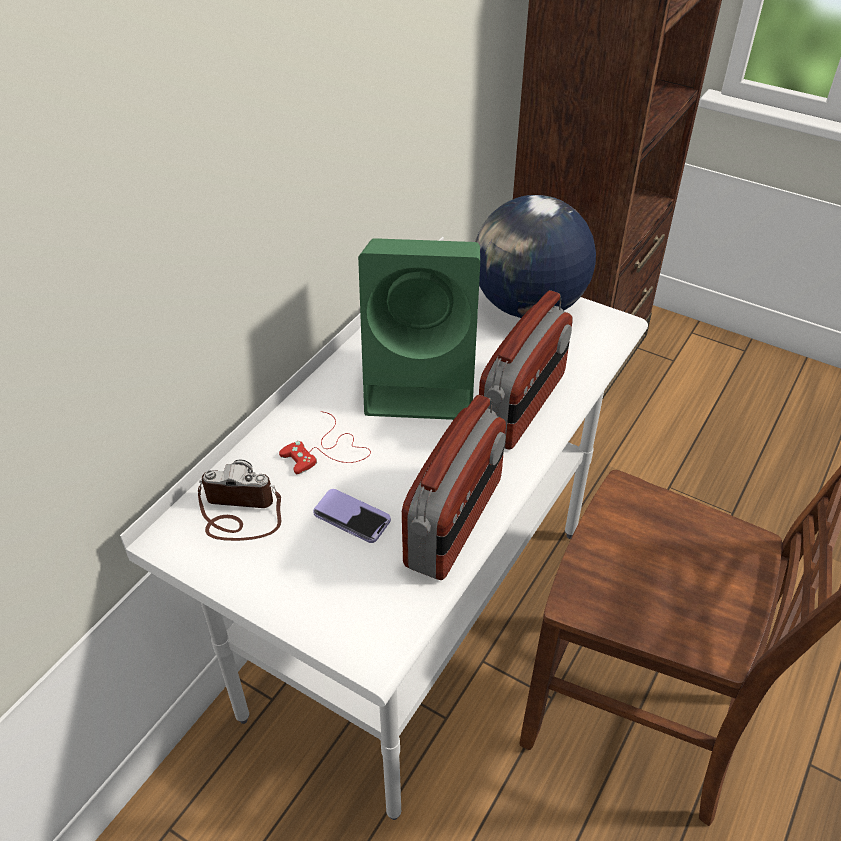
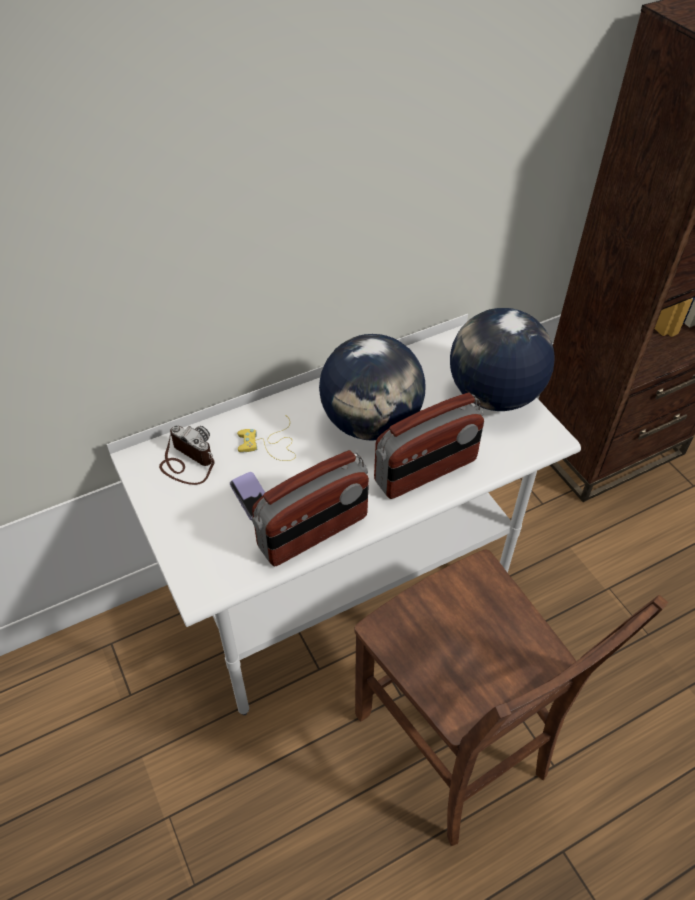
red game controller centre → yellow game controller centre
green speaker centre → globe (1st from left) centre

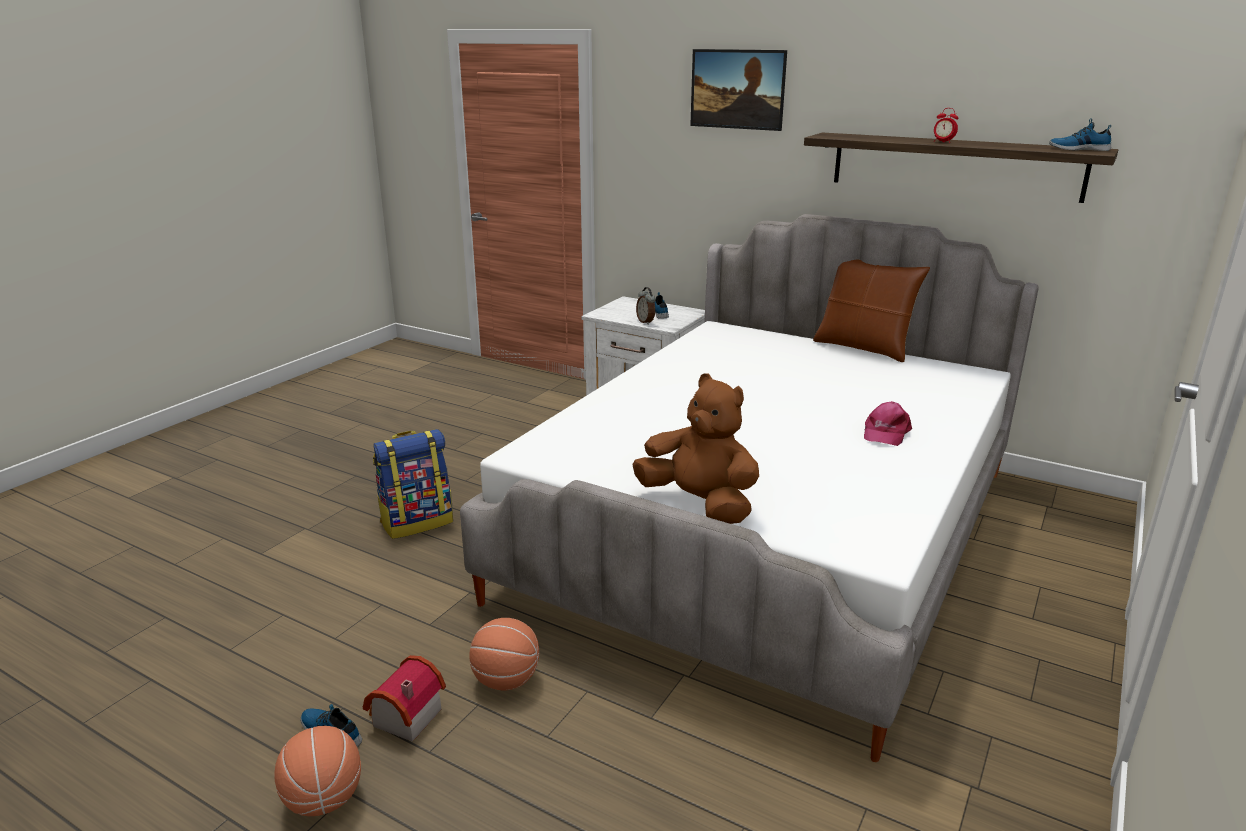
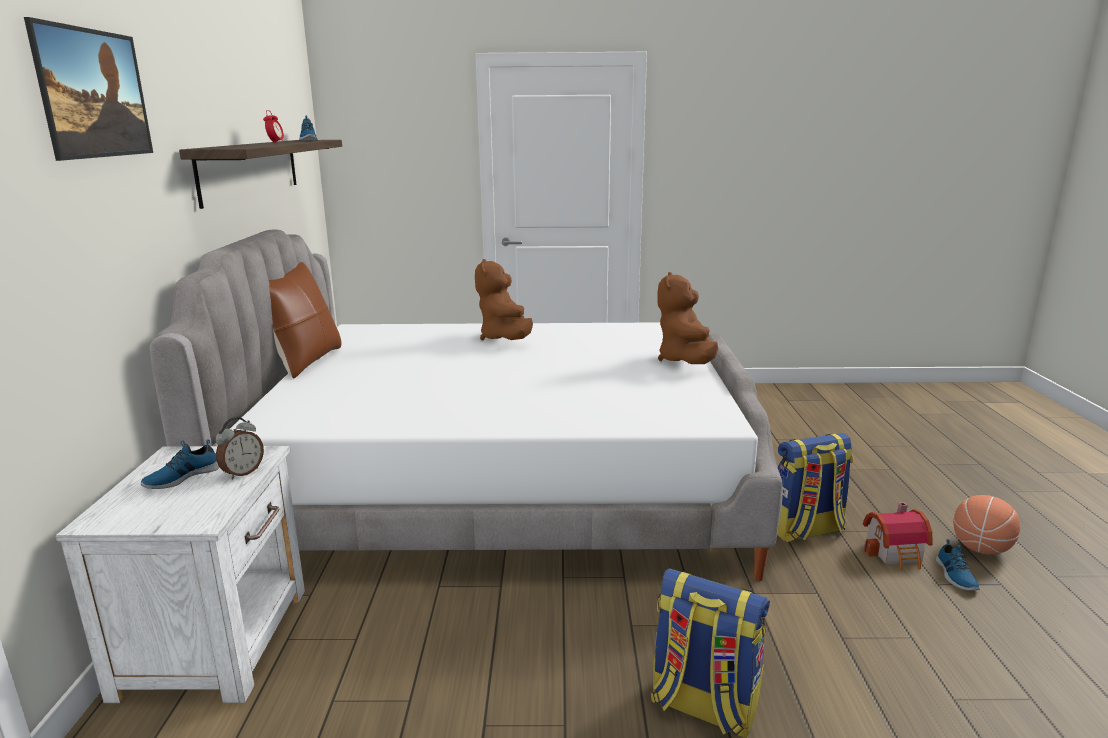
pink cap middle right → brown plush toy (1st from left) centre
basketball (2nd from left) bottom centre → backpack (2nd from left) middle right

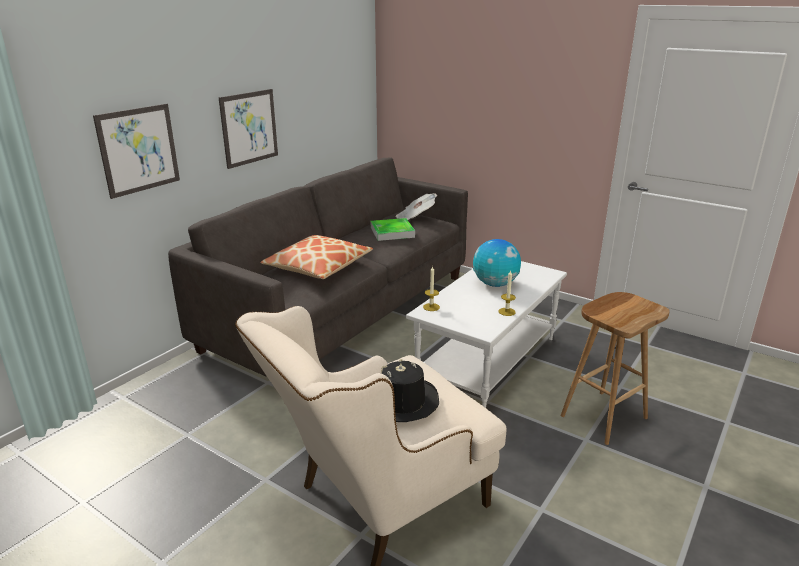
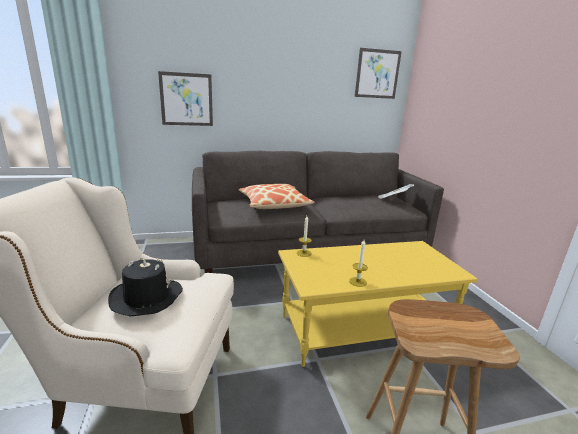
white coffee table centre → yellow coffee table bottom centre
picture (2nd from left) top left → picture (2nd from left) top centre, moved
tray centre → -
globe centre → -

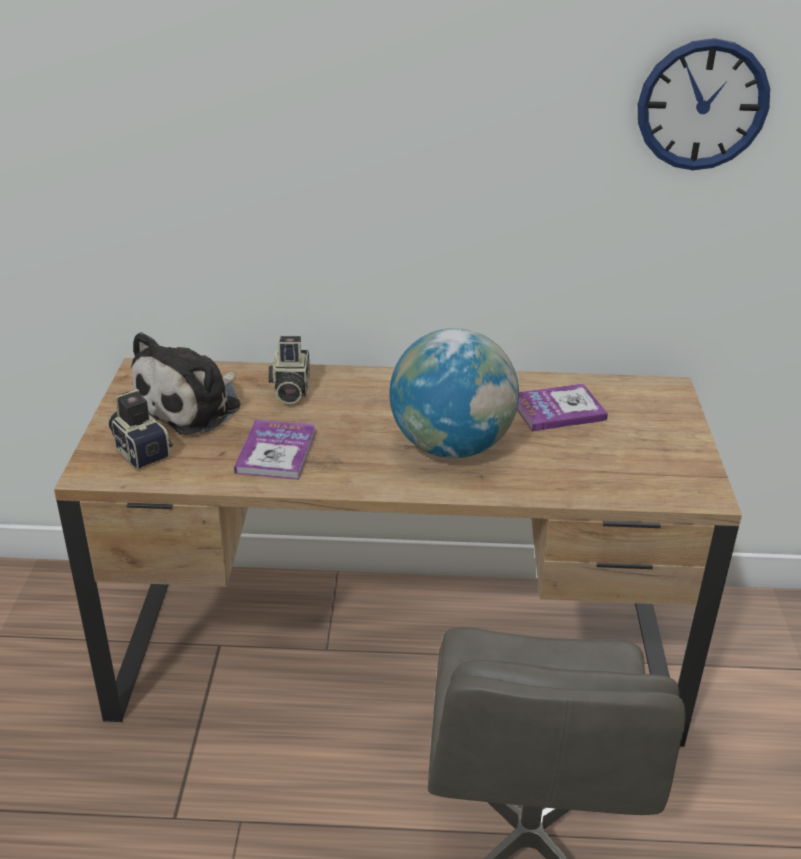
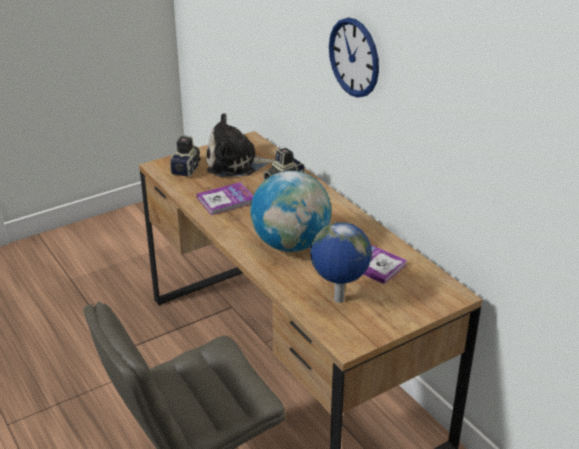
- → globe (2nd from left) centre
wall clock top right → wall clock top centre, moved

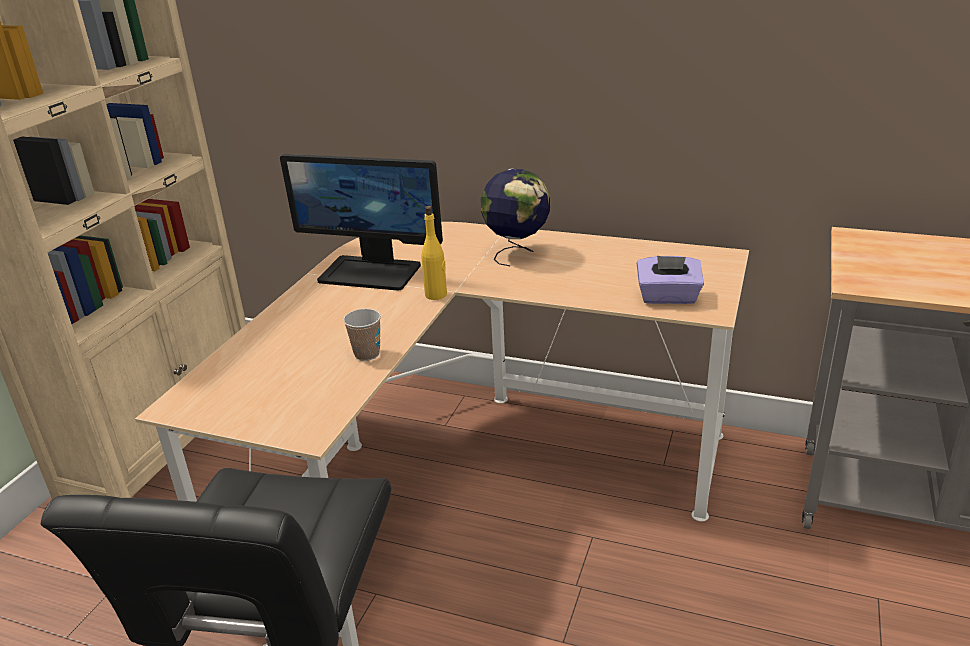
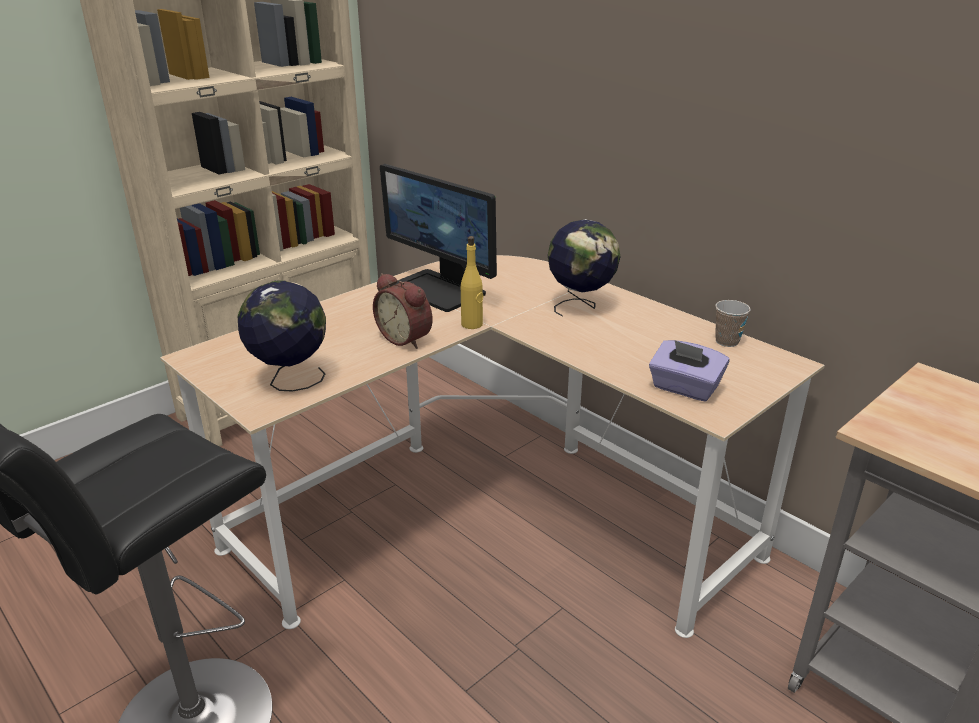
- → globe (1st from left) middle left
- → alarm clock centre
cup centre → cup middle right, moved

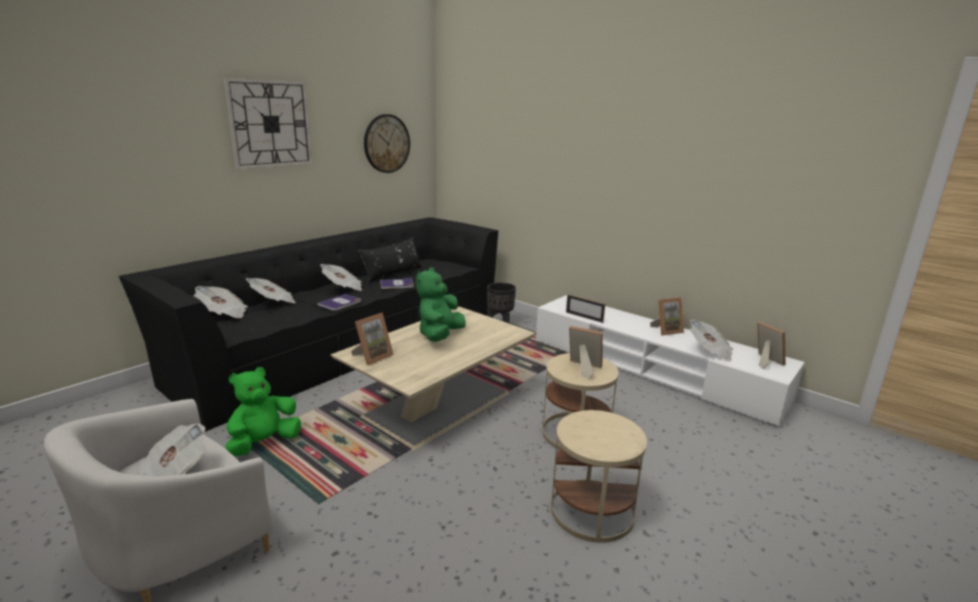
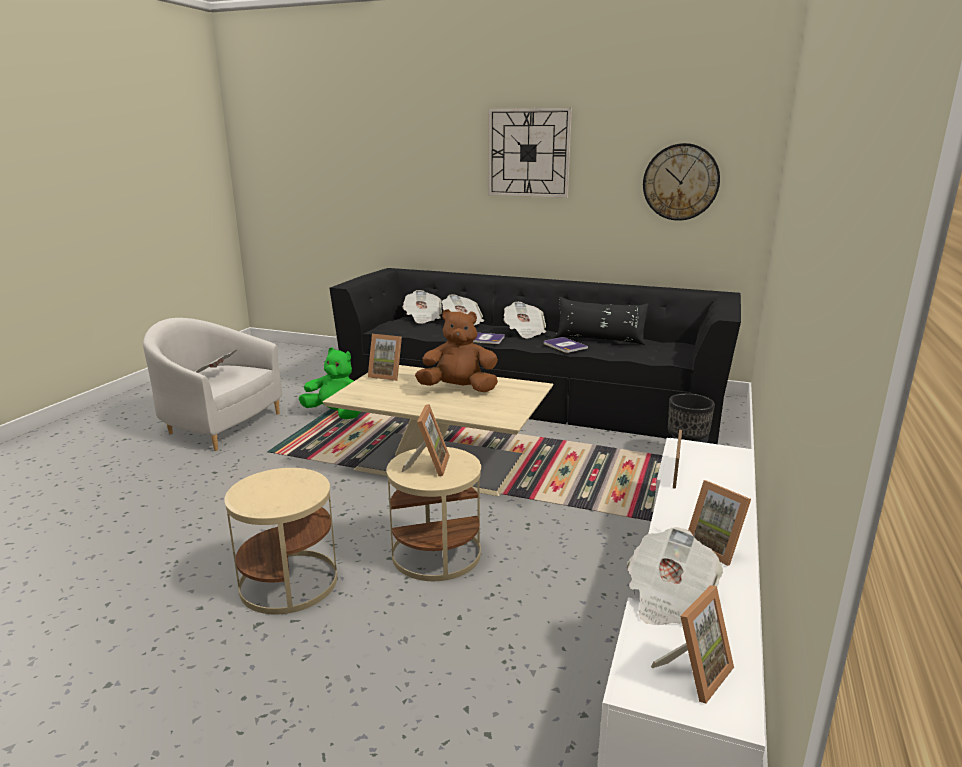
green plush toy (2nd from left) centre → brown plush toy centre

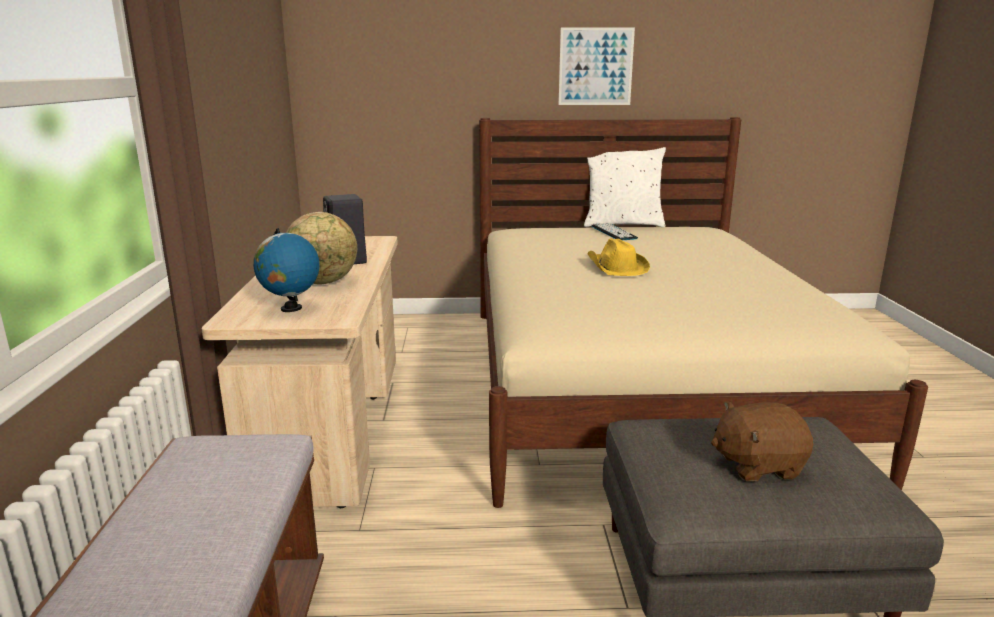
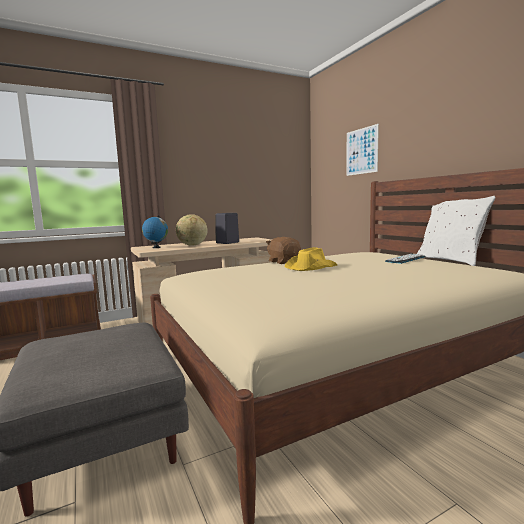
brown plush toy bottom right → brown plush toy centre, moved
picture top centre → picture top right, moved

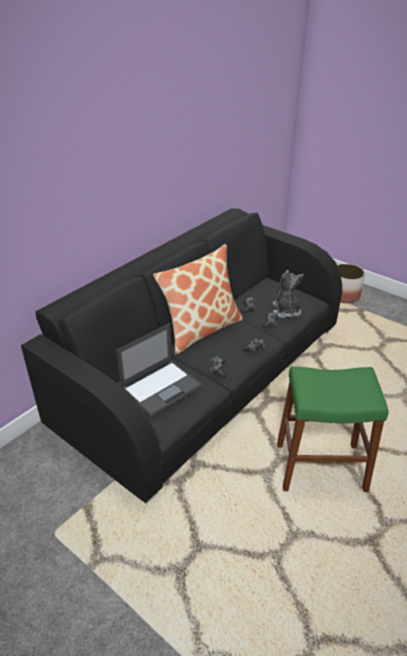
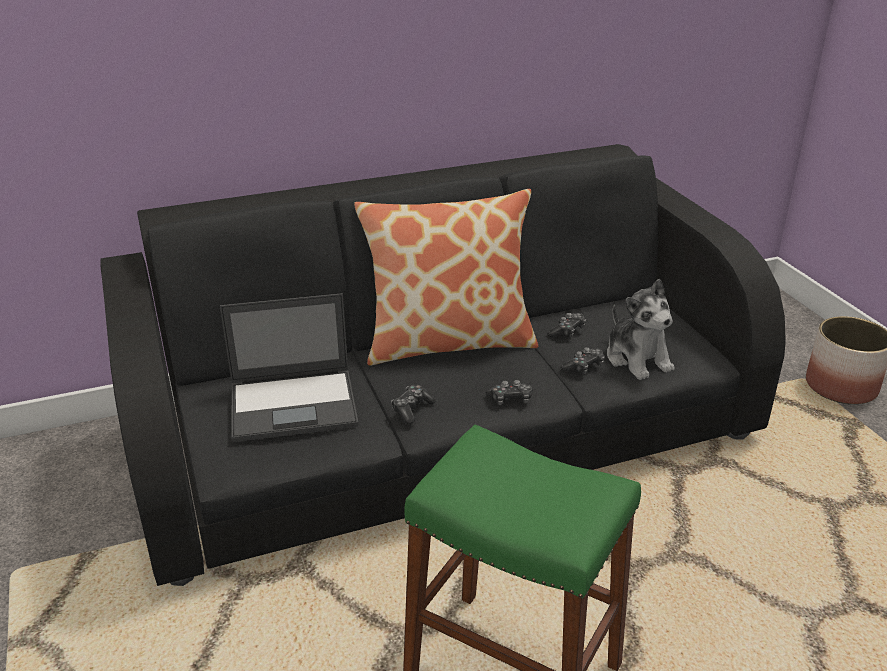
plush toy middle right, 135 degrees clockwise

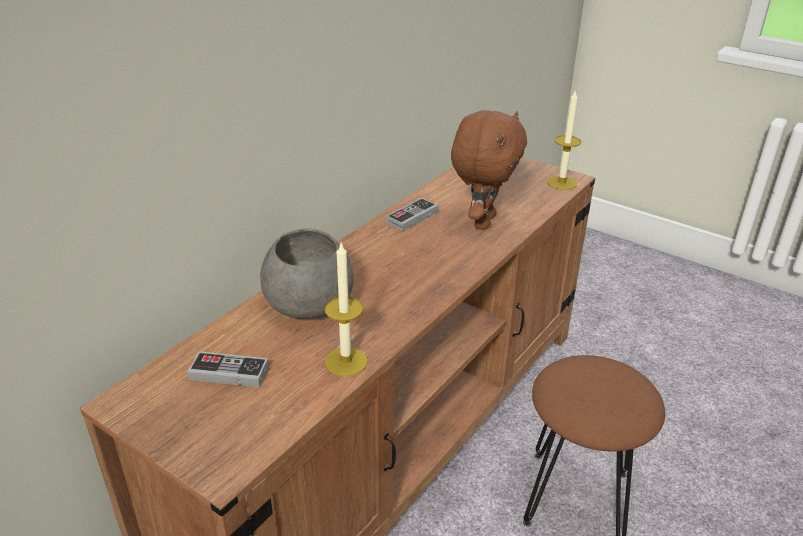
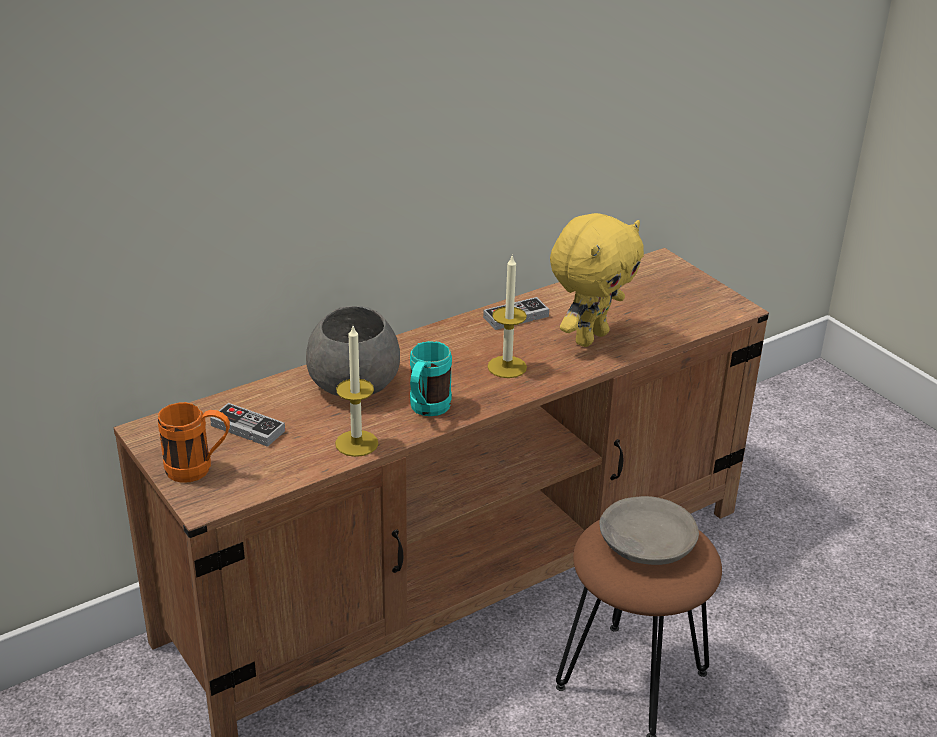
- → orange mug middle left
- → turquoise mug centre
candle (2nd from left) top right → candle (2nd from left) centre, moved
brown plush toy top centre → yellow plush toy centre
- → grey bowl (2nd from left) bottom right

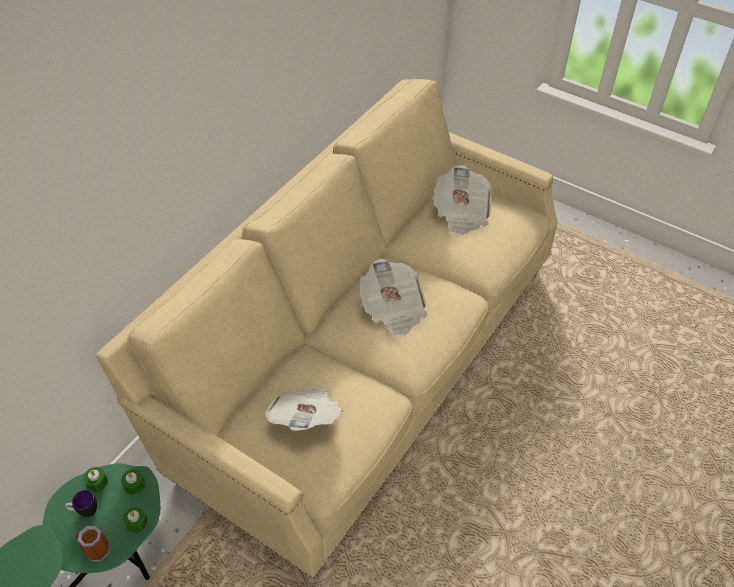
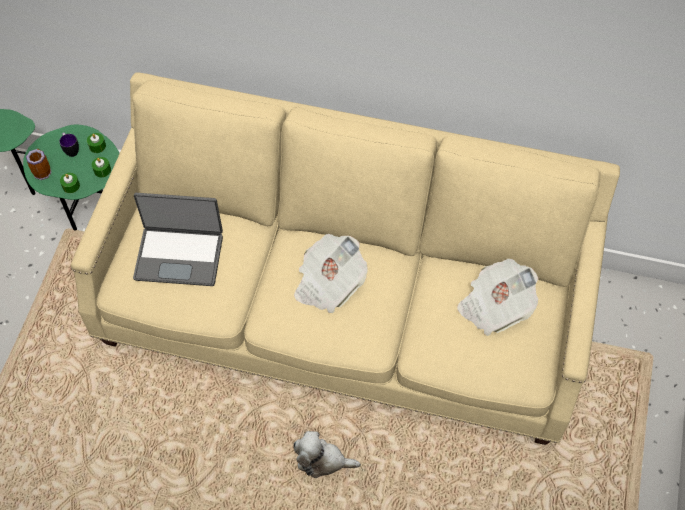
newspaper (1st from left) bottom centre → laptop middle left
- → plush toy bottom centre

